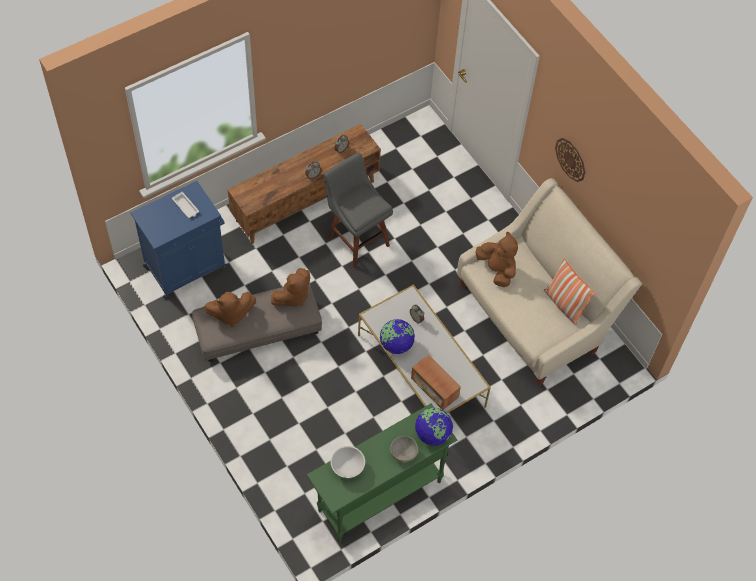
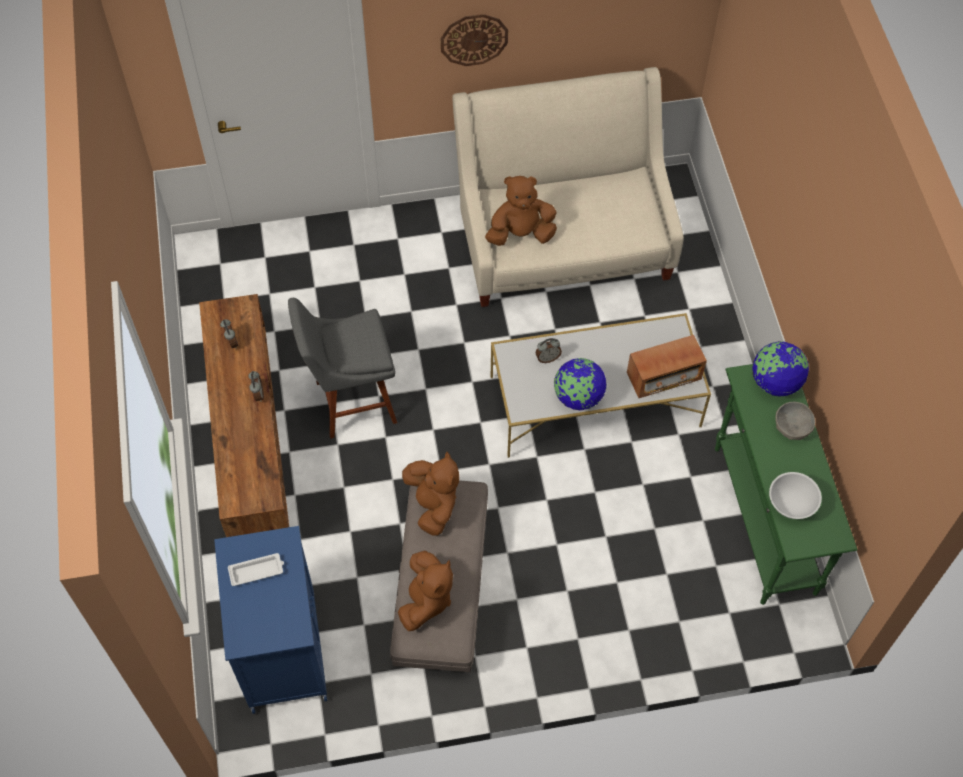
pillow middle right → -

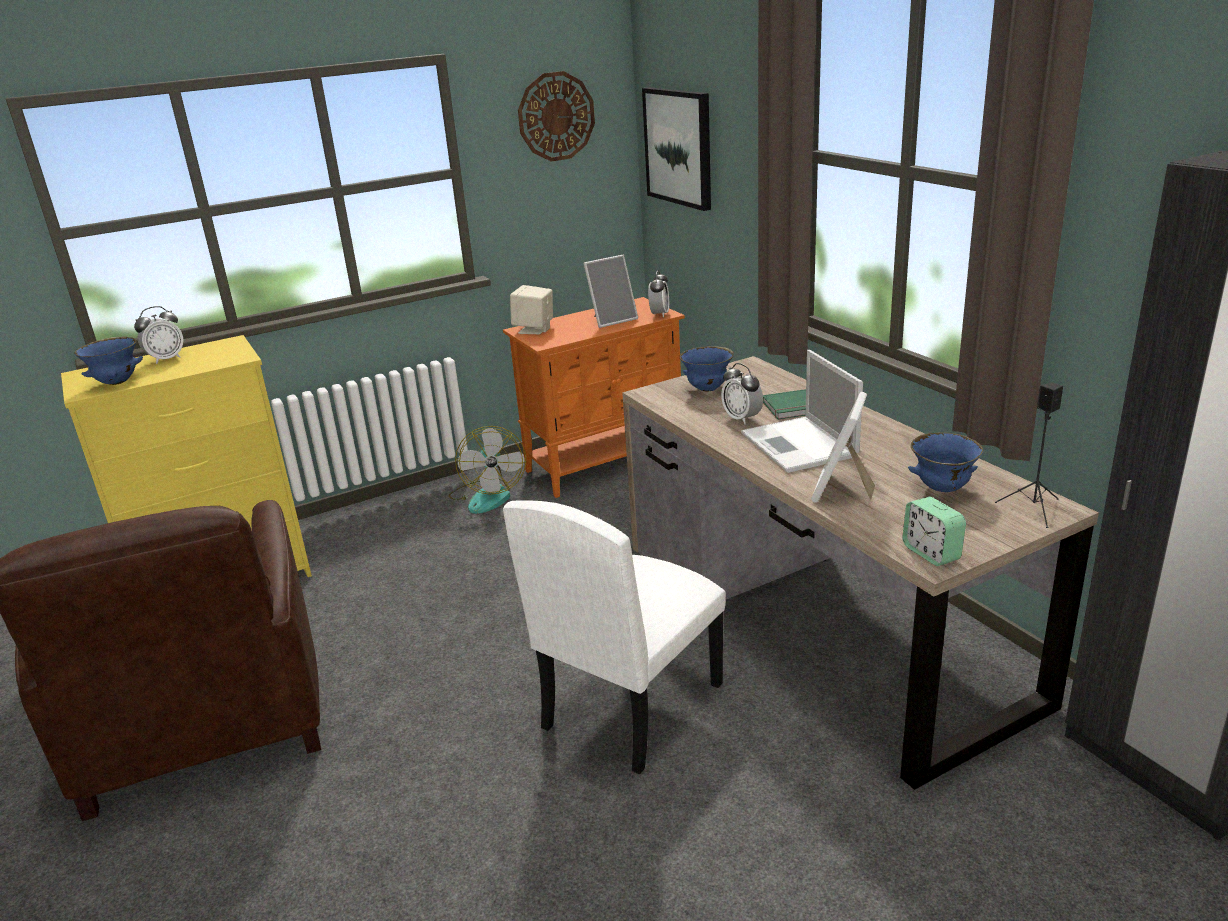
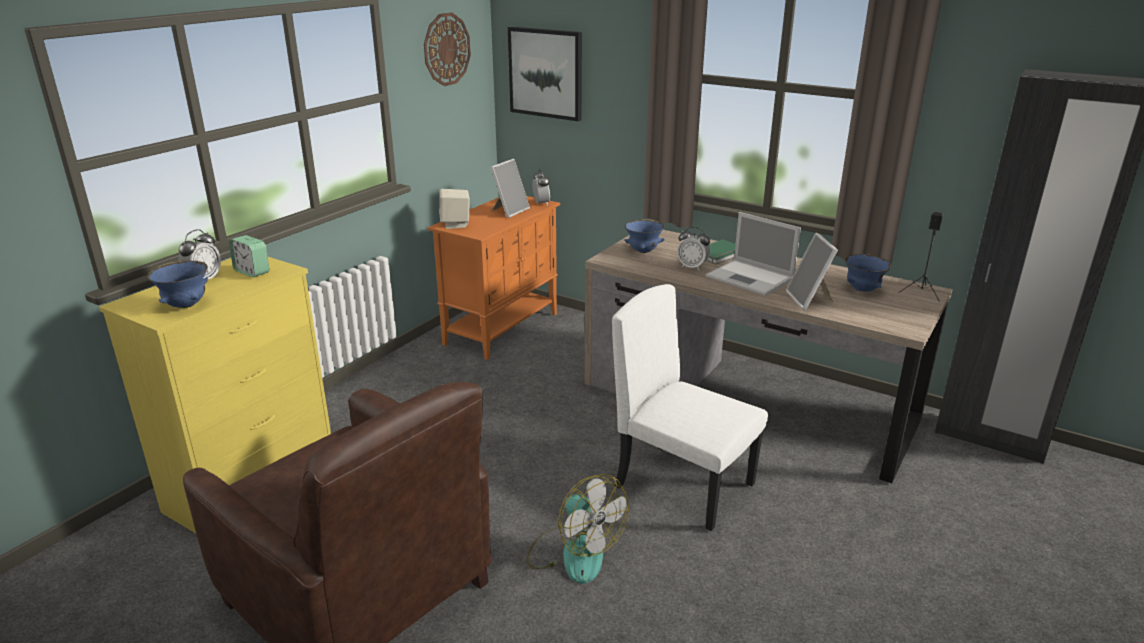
alarm clock (4th from left in the first image) middle right → alarm clock (2nd from left) middle left, moved
fan centre → fan bottom centre, moved
white chair bottom centre → white chair centre, 120 degrees clockwise

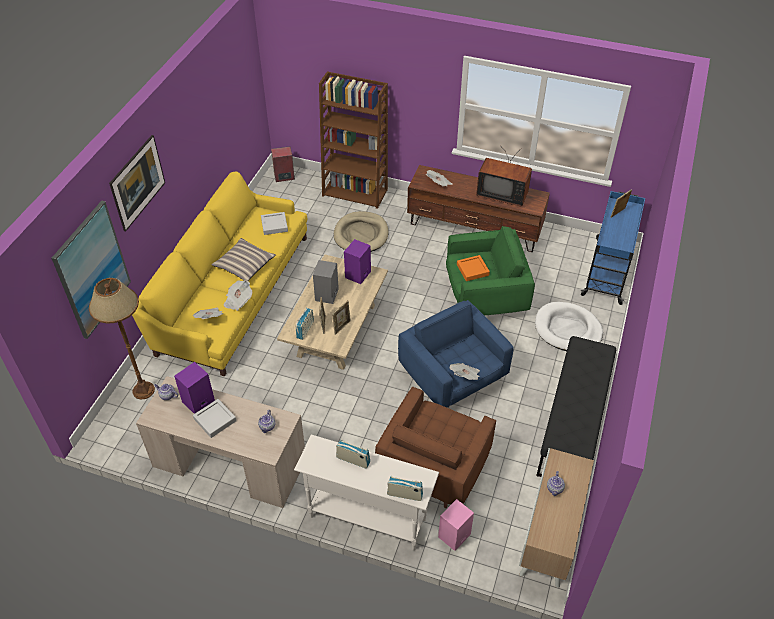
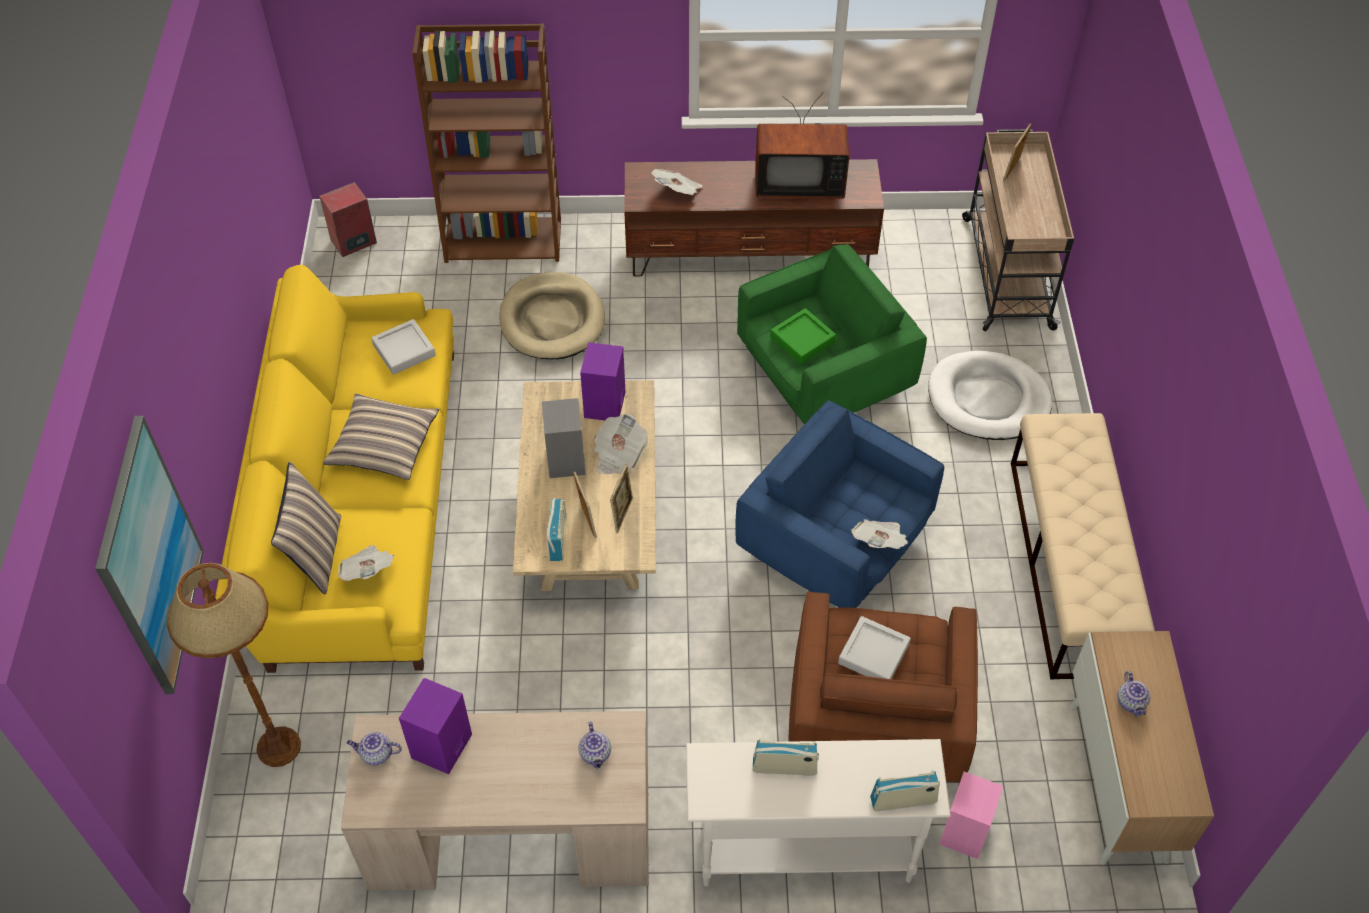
- → pillow (1st from left) middle left
newspaper (2nd from left) middle left → newspaper (2nd from left) centre, moved
orange tray centre → green tray centre
grey tray (1st from left in the first image) bottom left → grey tray (2nd from left) bottom centre, moved
blue cart middle right → beige cart top right
black bench middle right → beige bench middle right
picture (2nd from left) top left → -

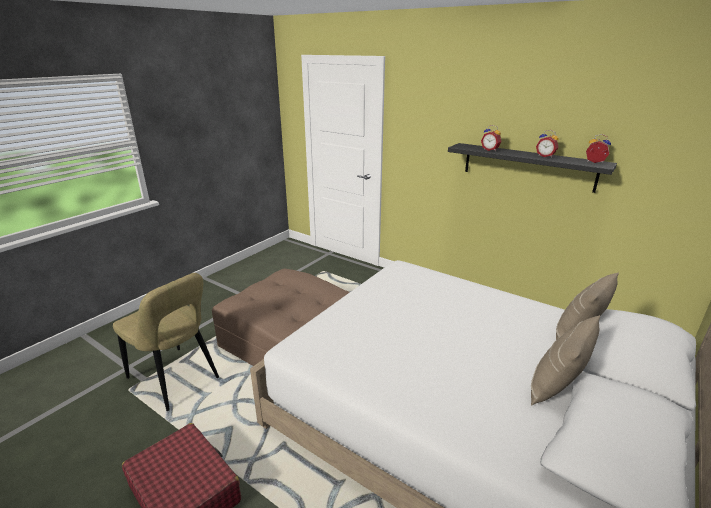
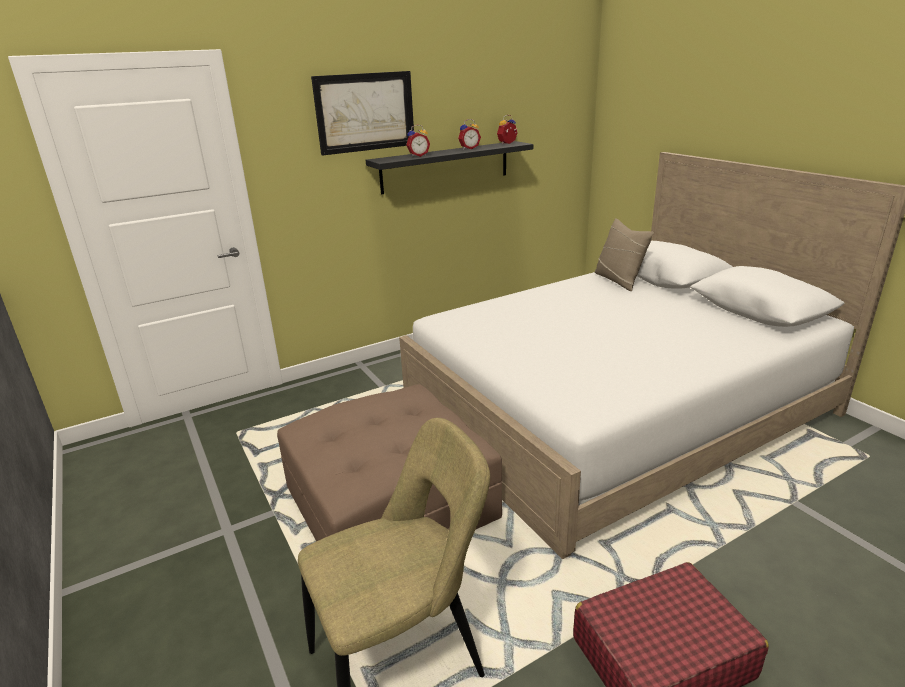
- → picture top centre
beige pillow (1st from left) bottom right → -

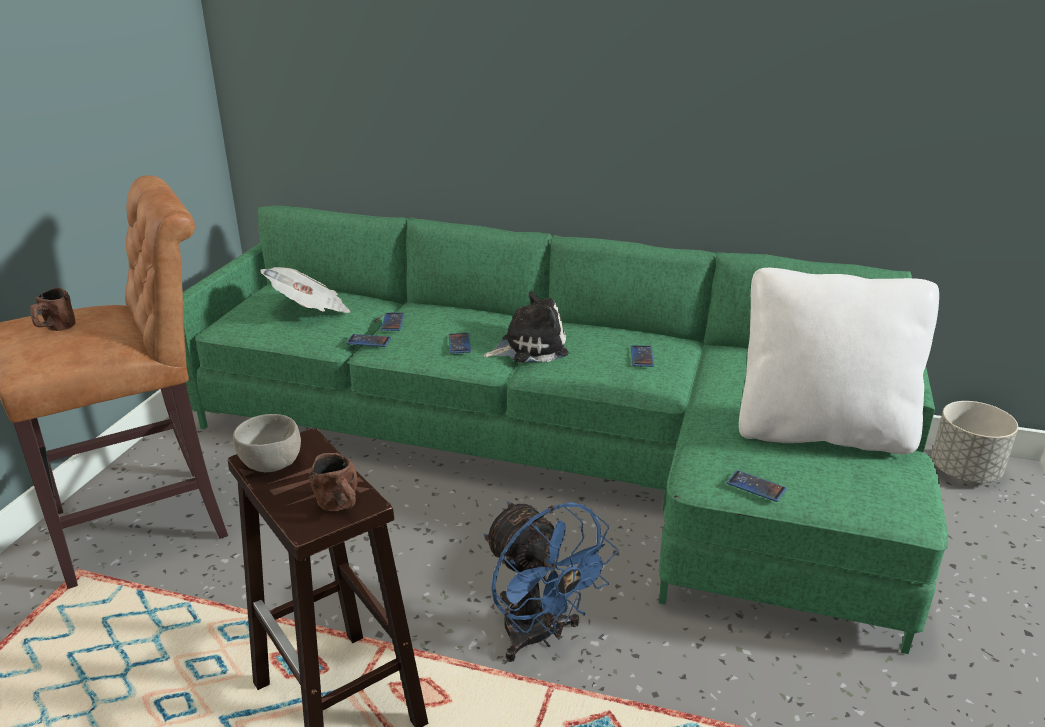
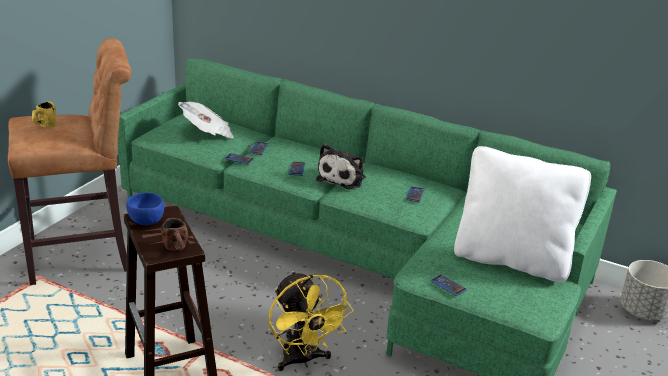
brown mug (1st from left) middle left → yellow mug top left
grey bowl middle left → blue bowl middle left
blue fan bottom centre → yellow fan bottom centre
plush toy centre, 120 degrees clockwise

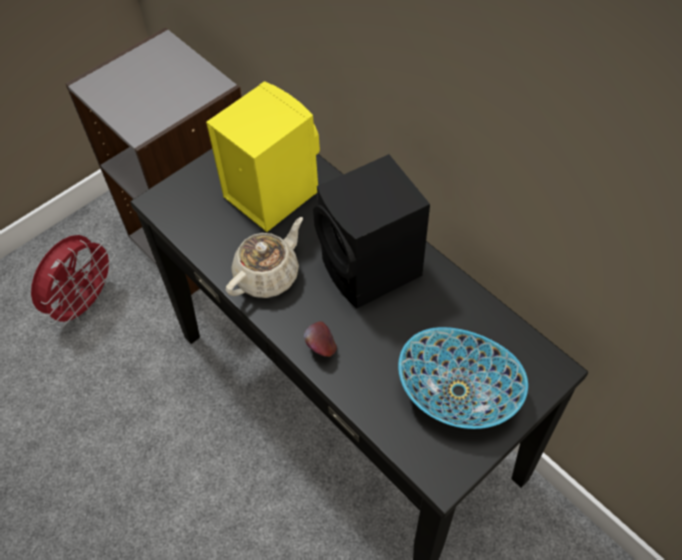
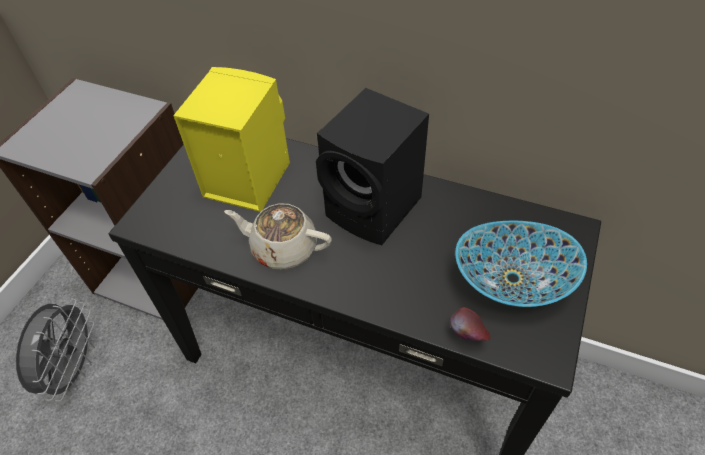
red fan middle left → grey fan bottom left
beige teapot centre, 90 degrees counterclockwise
apple centre → apple bottom right, moved

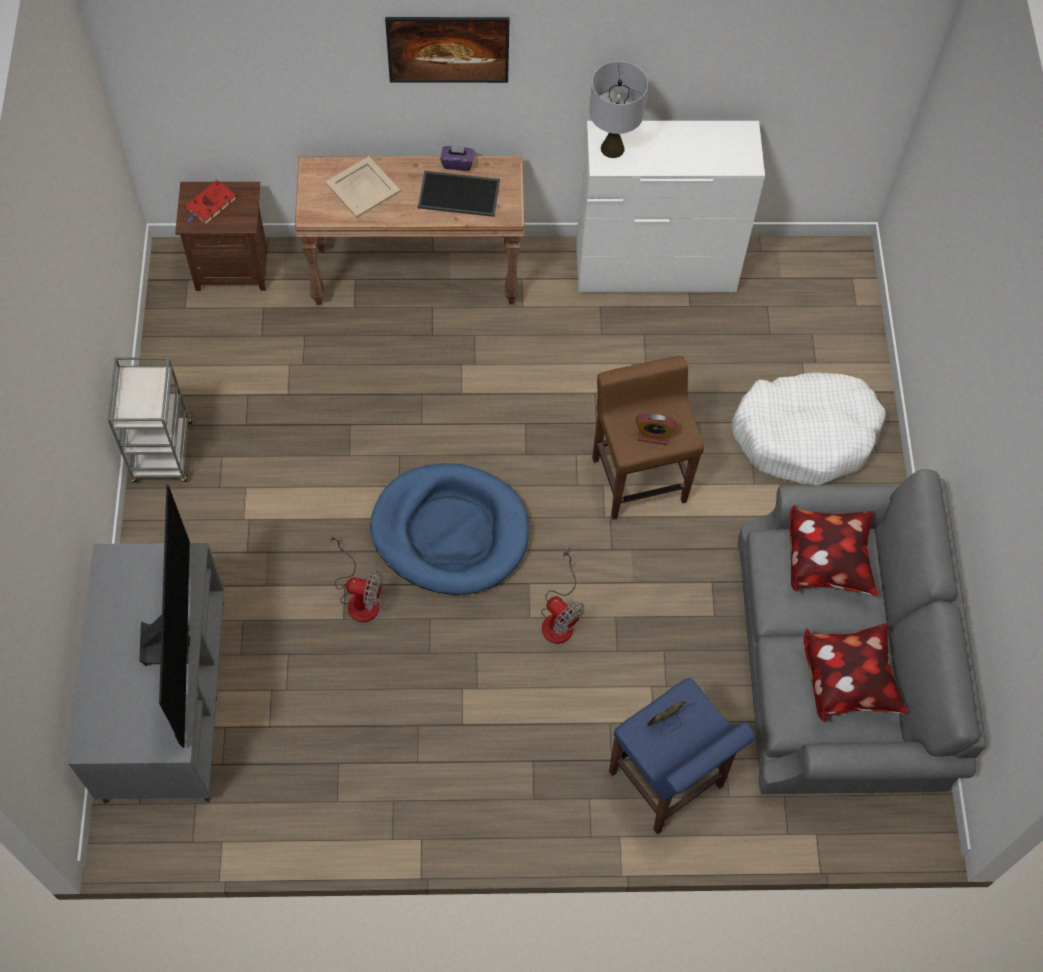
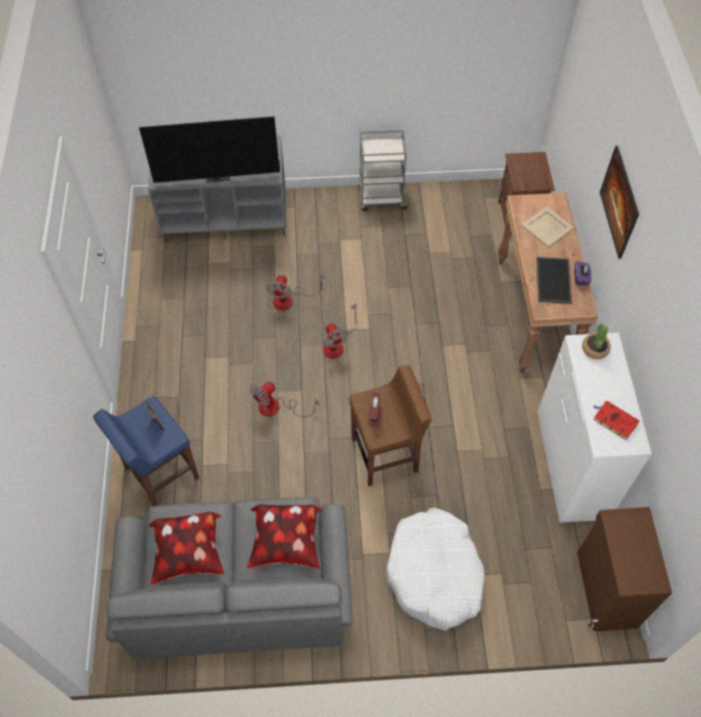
blue dog bed centre → fan (3rd from left) centre
- → brown cabinet bottom right
grey table lamp top centre → potted plant middle right
red book top left → red book middle right, moved

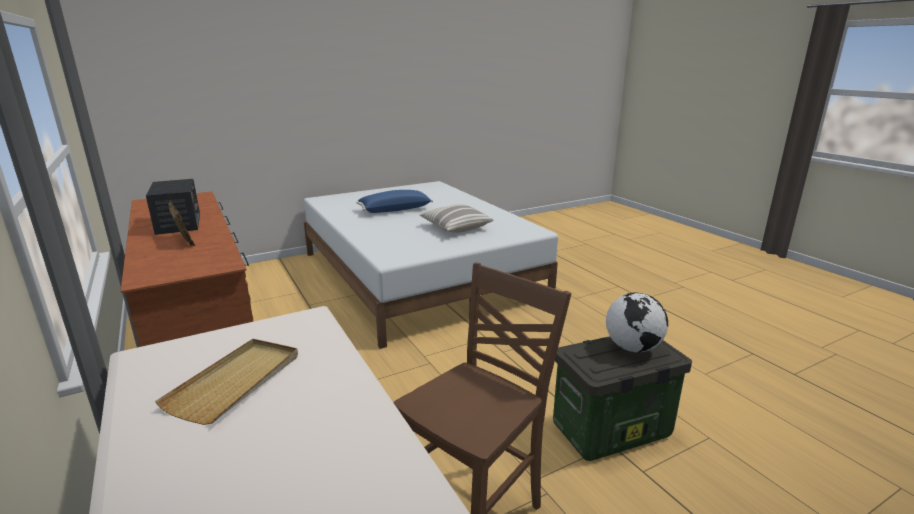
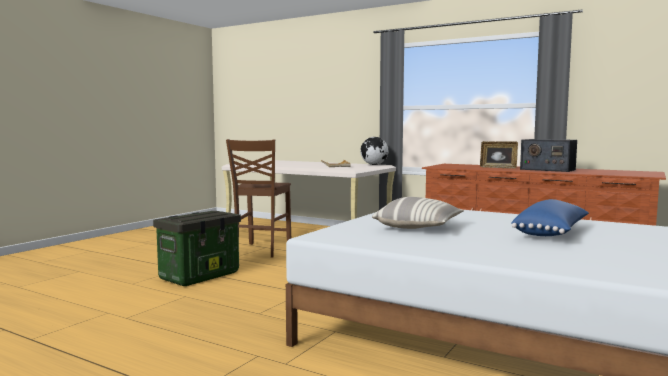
globe middle right → globe centre, moved

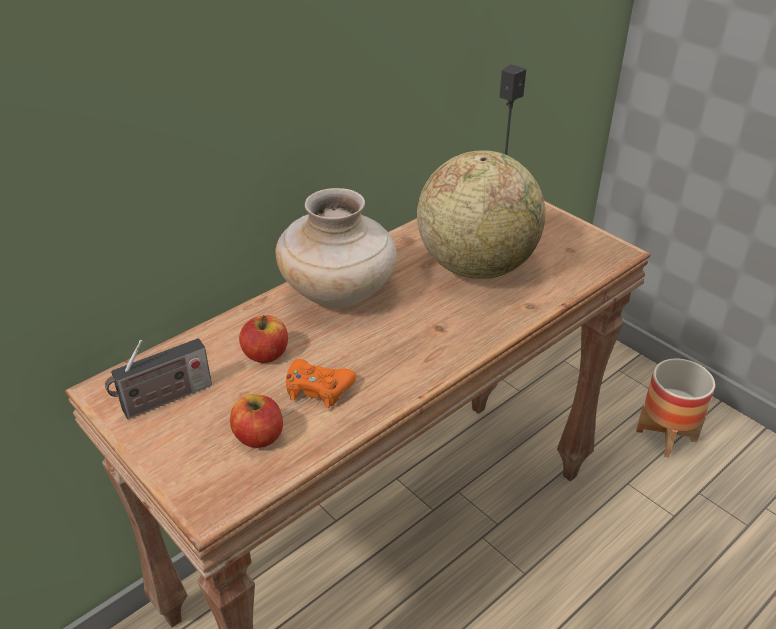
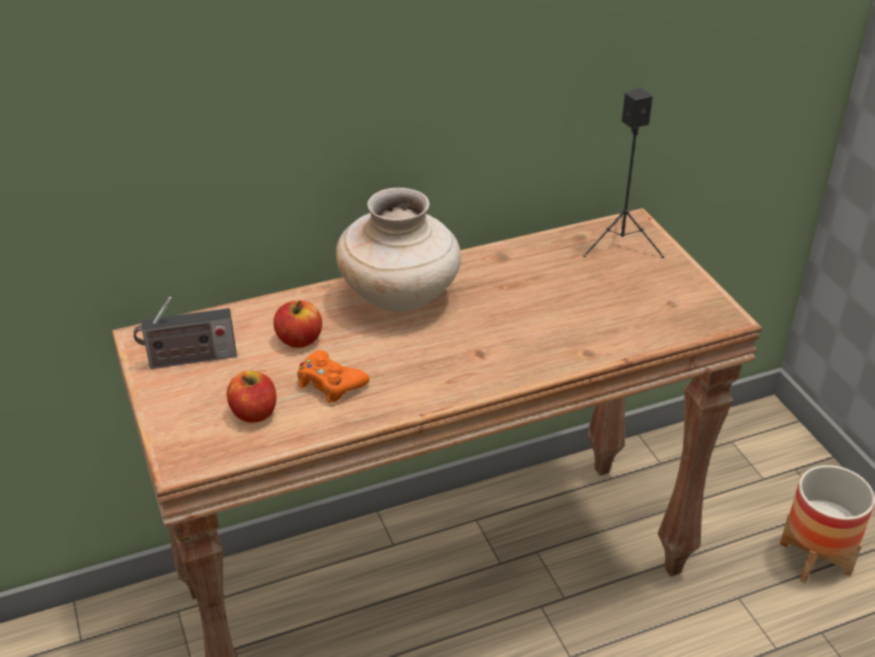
globe centre → -

